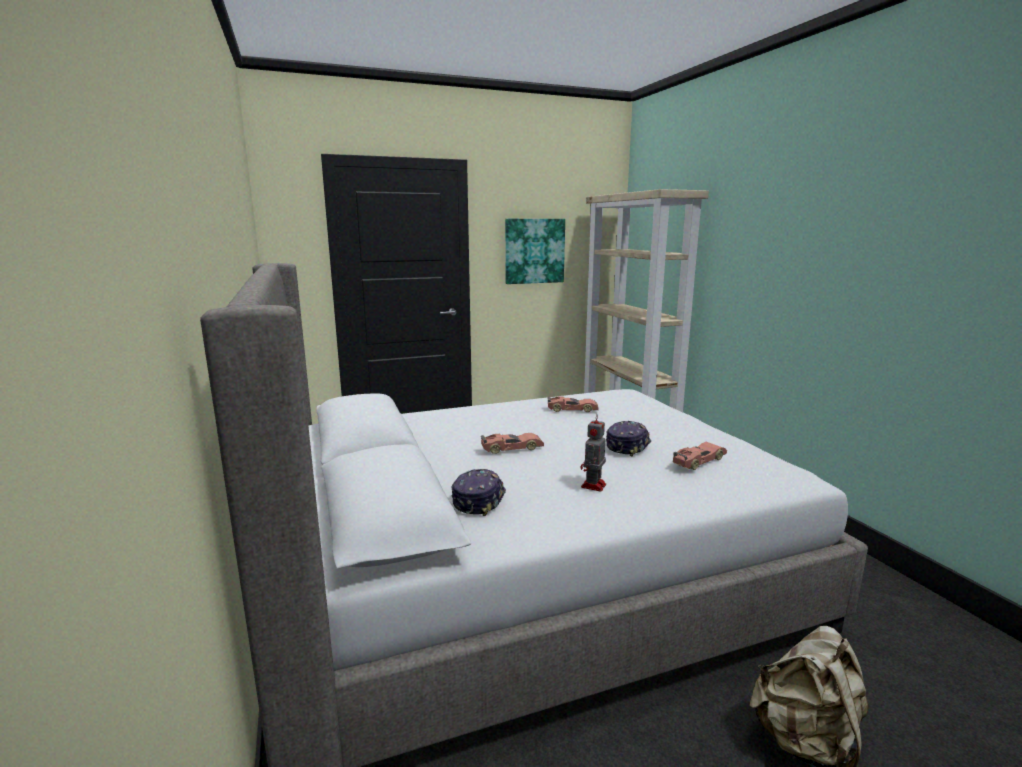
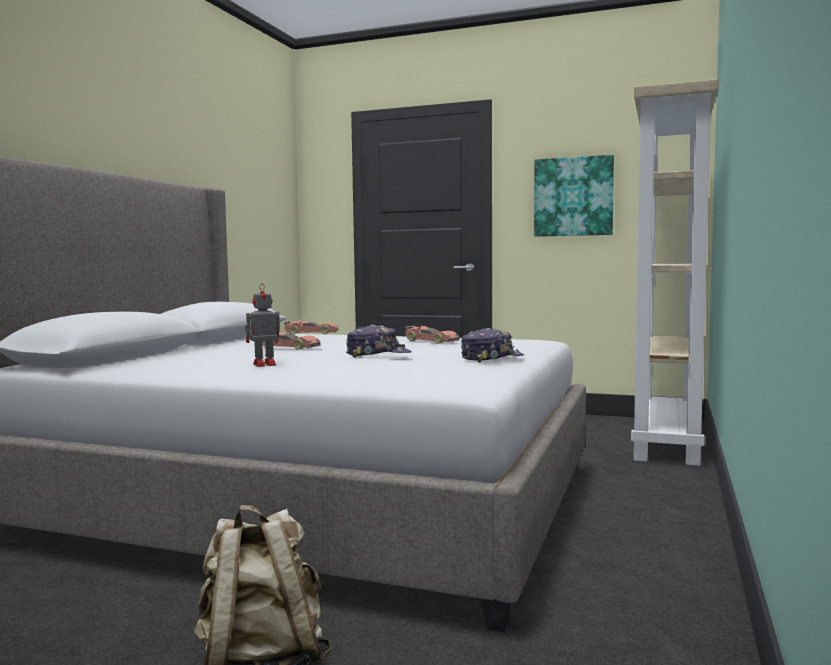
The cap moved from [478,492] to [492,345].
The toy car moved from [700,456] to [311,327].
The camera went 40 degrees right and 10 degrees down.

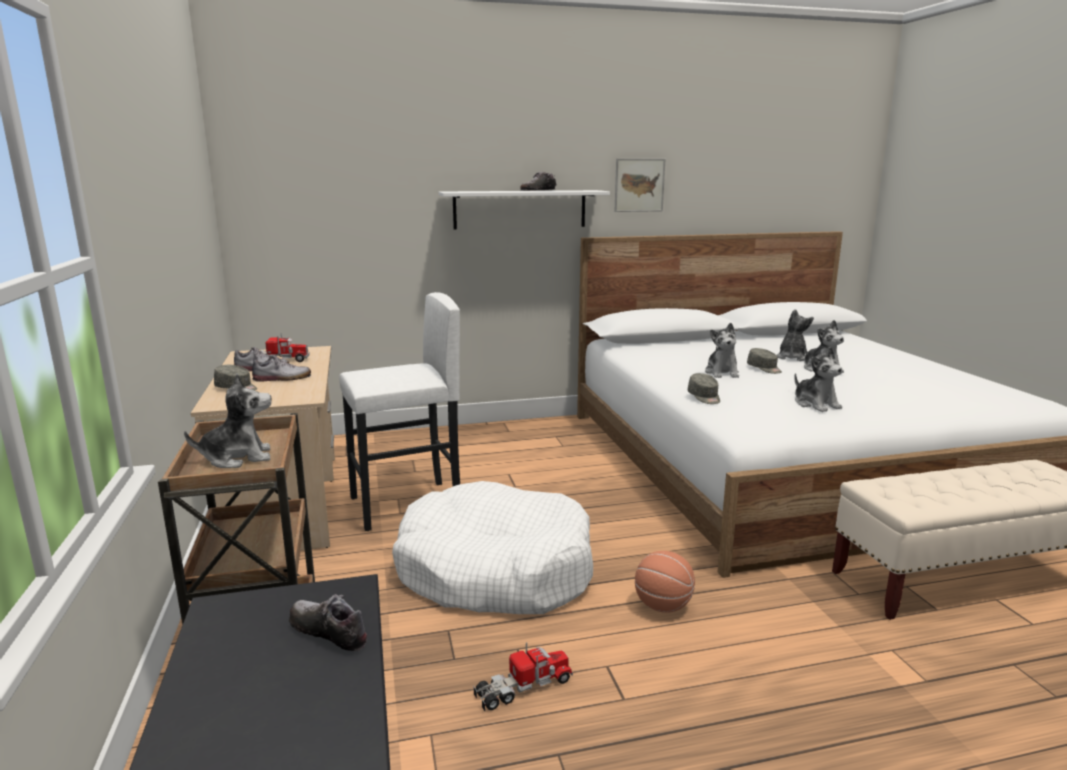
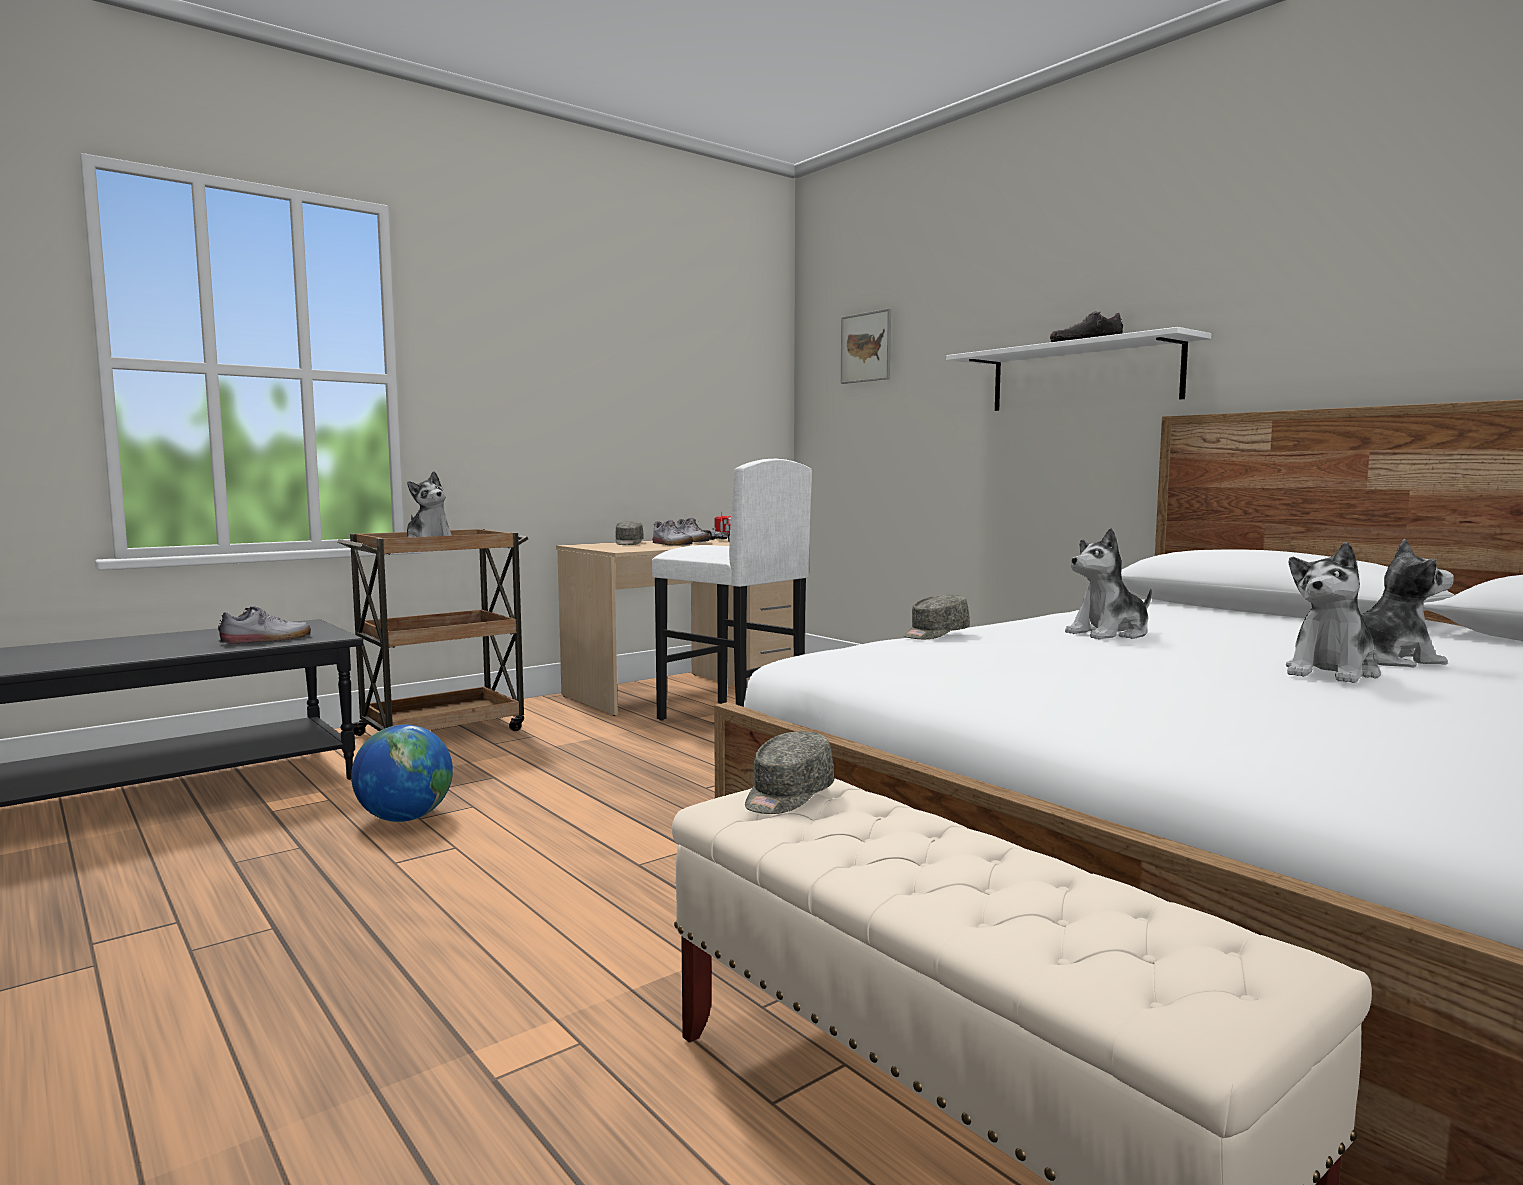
The dog bed (white) at [492,547] disappeared.
The basketball at [665,582] disappeared.
The plush toy at [818,379] disappeared.
The picture moved from [640,185] to [866,346].
The cap (grey) moved from [764,361] to [789,772].
The toy truck at [523,676] was replaced by the globe at [402,773].
The shoe at [328,623] turned 45 degrees clockwise.
The camera went 65 degrees right and 10 degrees down.

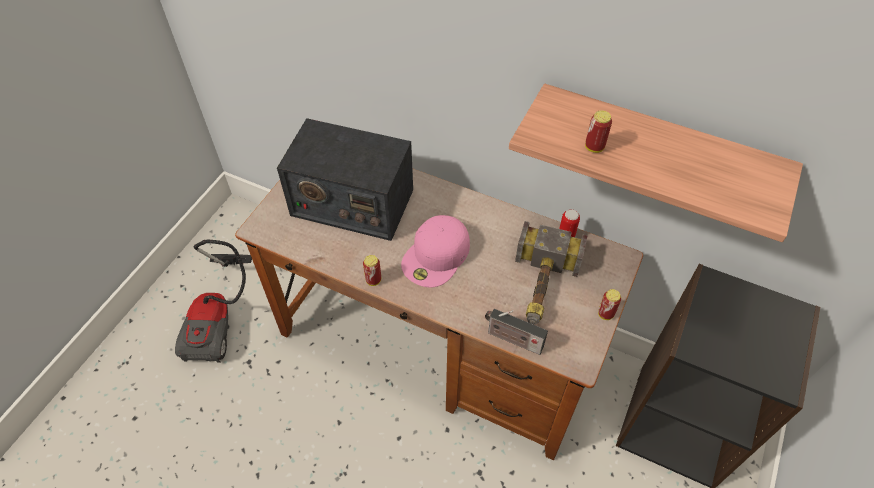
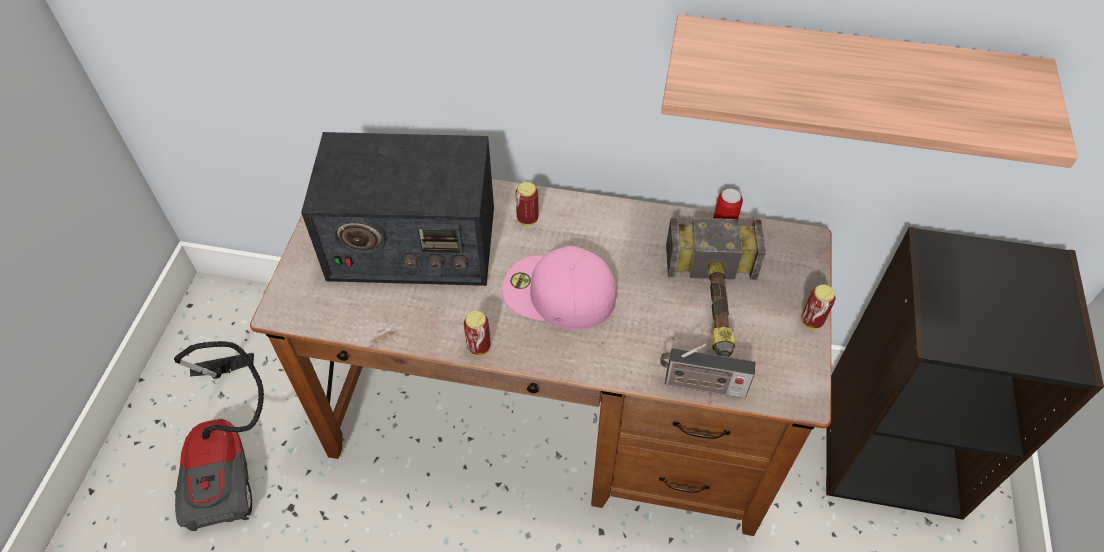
The can moved from [598,131] to [526,204].
The cap (pink) at [435,251] turned 90 degrees clockwise.
The camera went 15 degrees left and 0 degrees up.

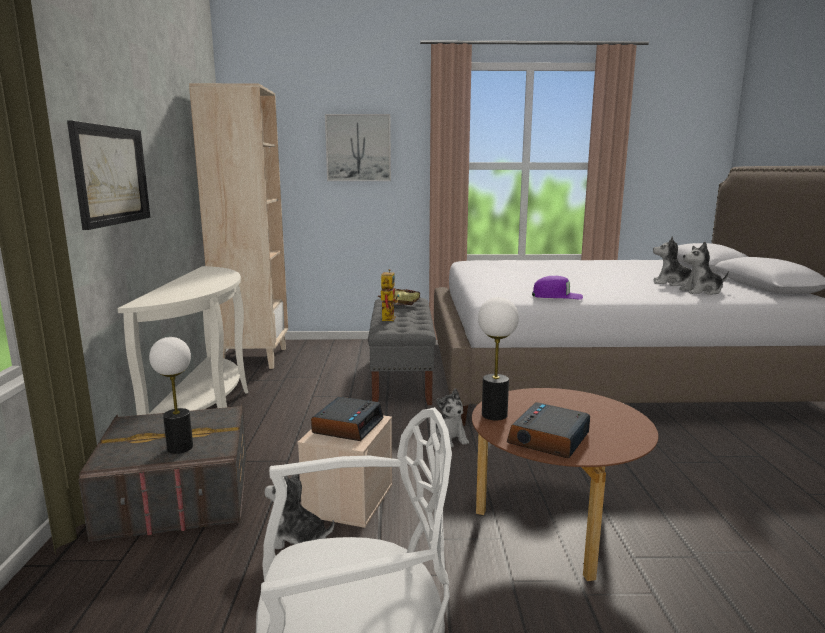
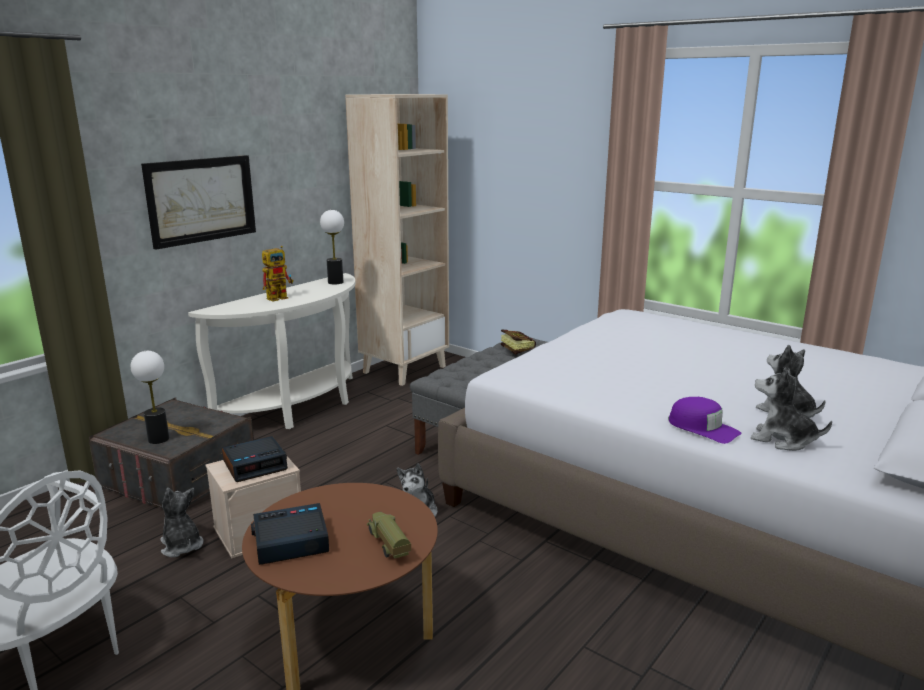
The picture at [358,147] disappeared.
The toy truck at [389,535] appeared.
The toy robot moved from [388,295] to [277,273].
The table lamp moved from [498,358] to [332,247].
The cap (purple) moved from [557,288] to [705,420].
The camera went 40 degrees right and 5 degrees up.

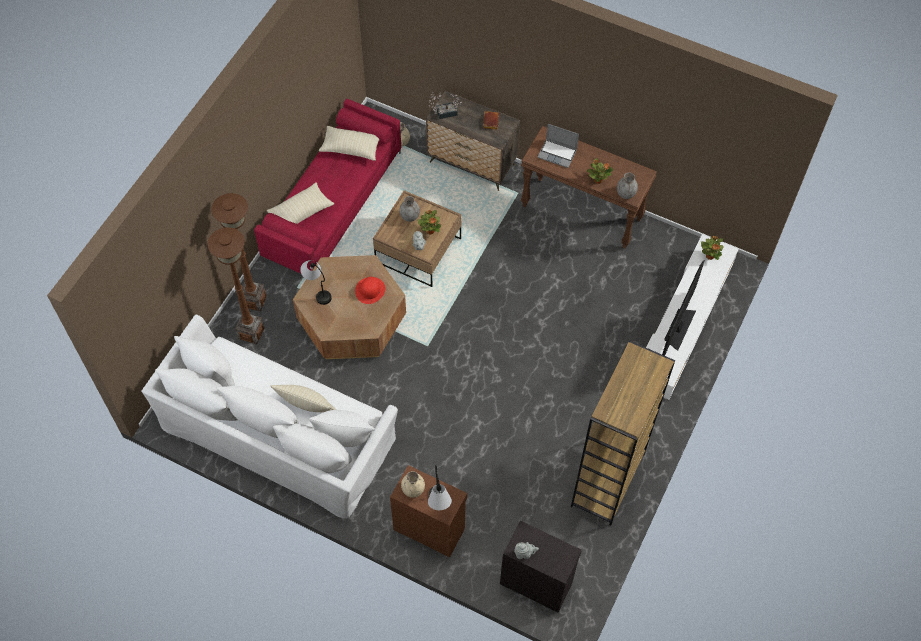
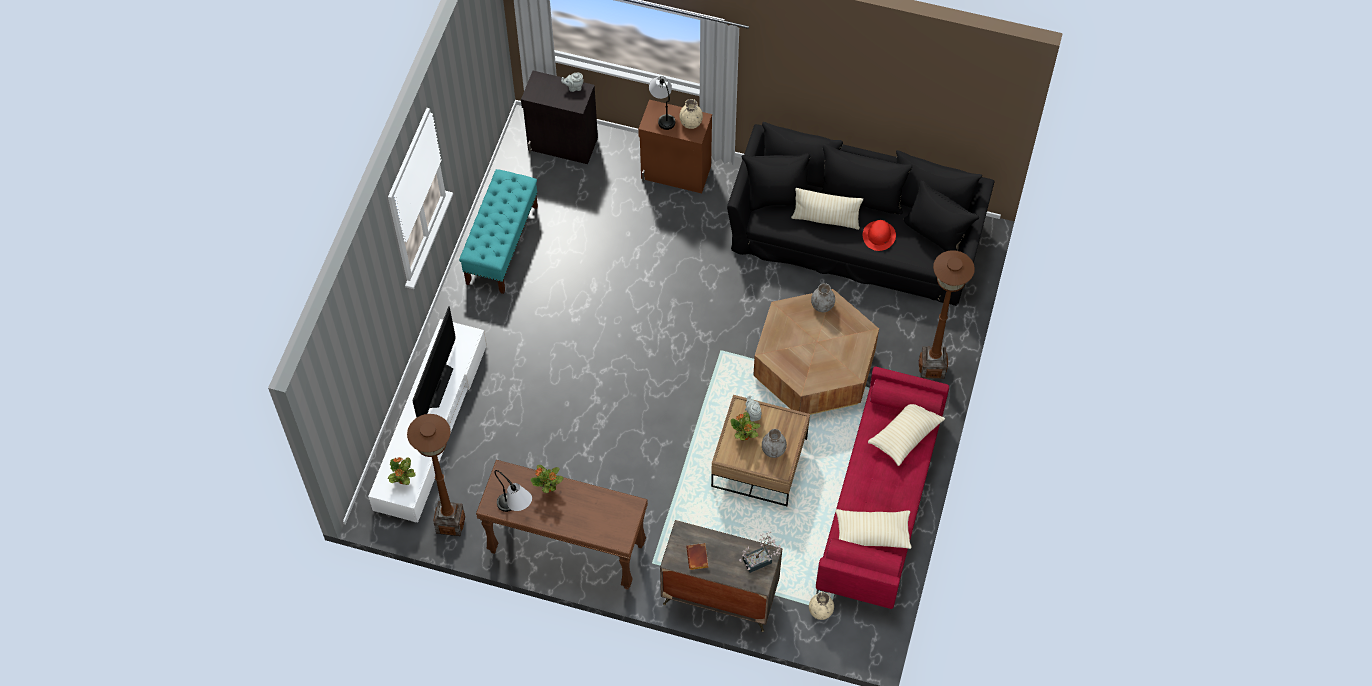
The laptop at [558,146] disappeared.
The floor lamp (brown) moved from [236,286] to [436,475].
The table lamp moved from [316,282] to [513,491].
The hat (red) moved from [370,290] to [879,235].
The vase (grey) moved from [627,185] to [823,297].
The bookcase (brown) at [623,433] was replaced by the bench (turquoise) at [498,231].
The sofa (white) at [269,416] became the sofa (black) at [861,214].
The camera went 170 degrees right and 0 degrees up.

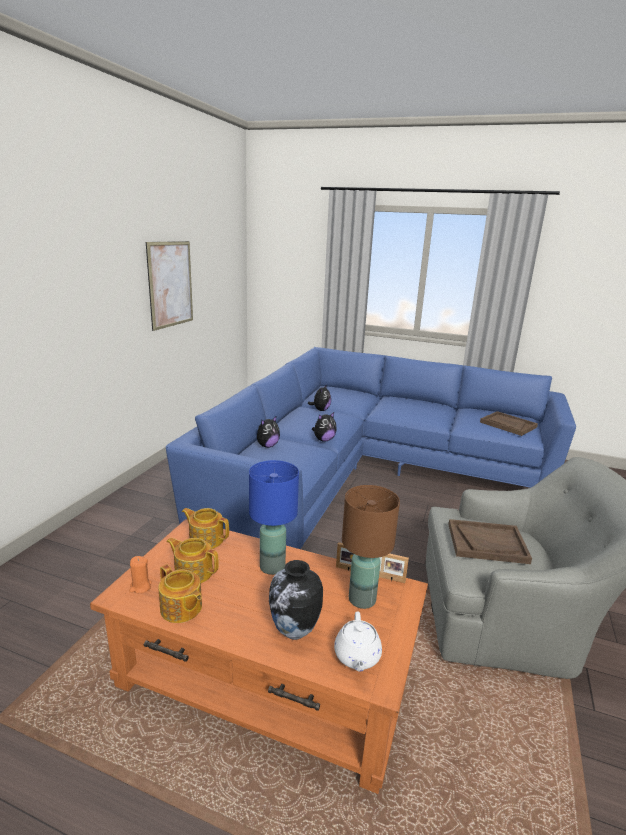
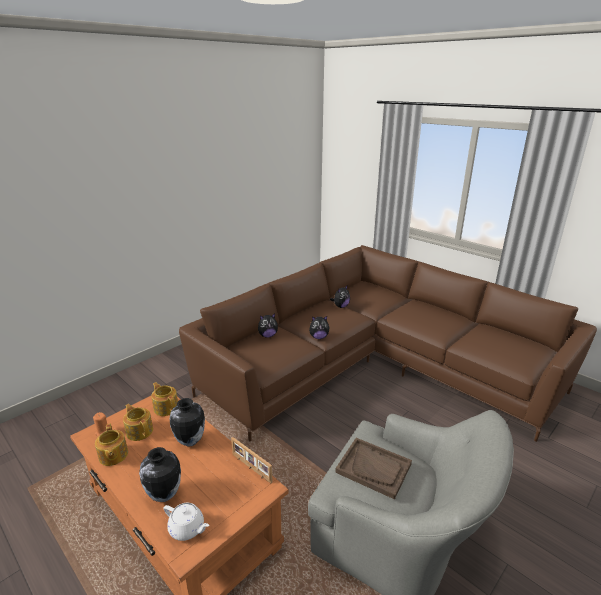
The picture at [169,286] disappeared.
The table lamp (brown) at [371,547] disappeared.
The tray (brown) at [509,423] disappeared.
The table lamp (blue) at [274,517] was replaced by the vase at [187,422].
The sofa (blue) at [371,448] became the sofa (brown) at [388,343].
The teapot (white) at [358,641] turned 90 degrees counterclockwise.
The camera went 25 degrees right and 5 degrees up.

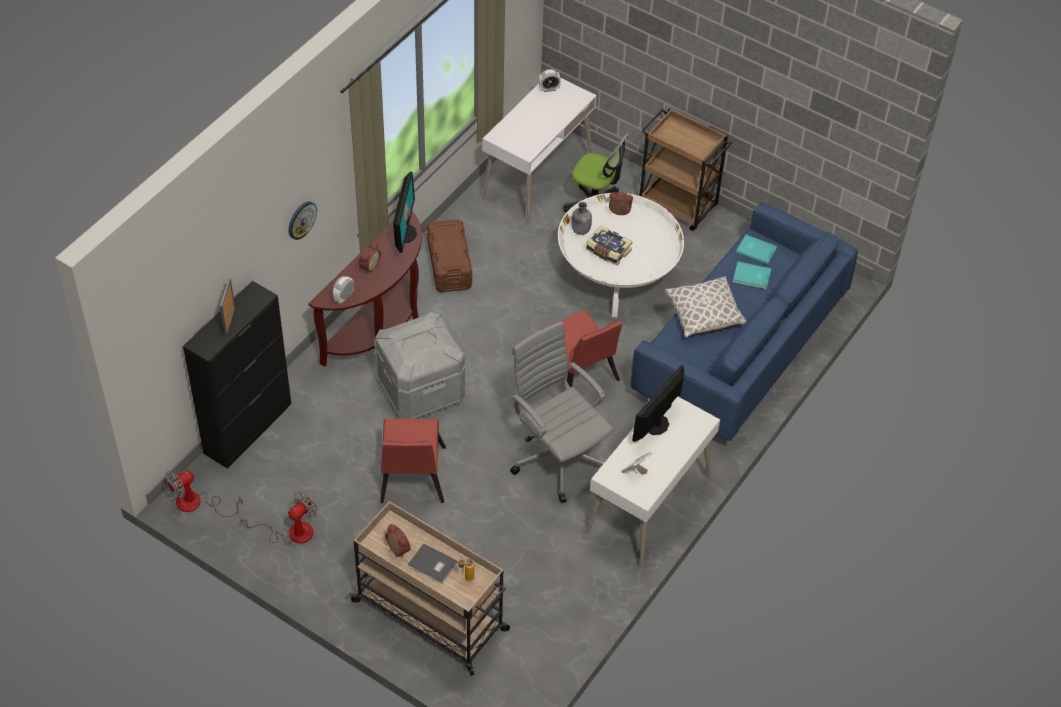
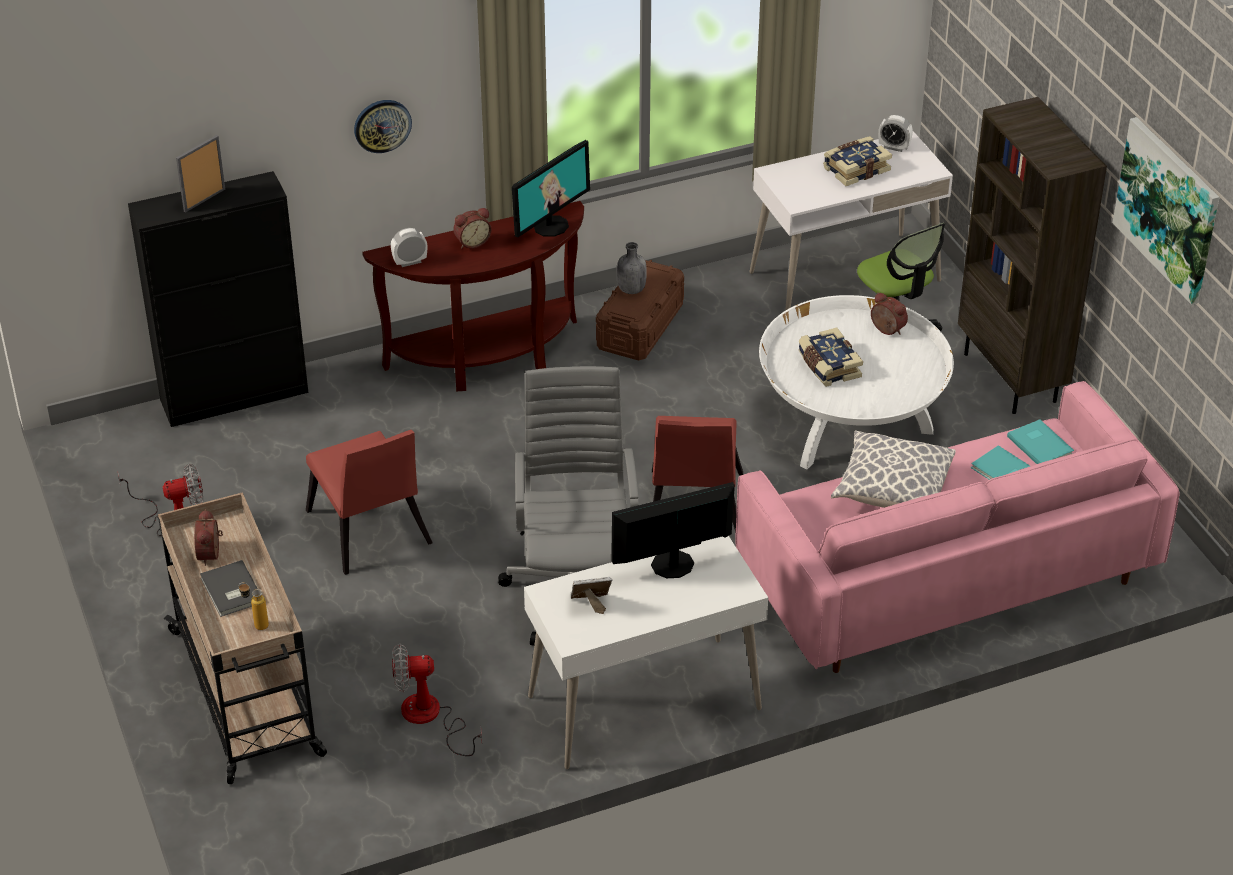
The storage box (grey) at [419,365] disappeared.
The book at [857,161] appeared.
The picture at [1166,211] appeared.
The fan moved from [204,493] to [437,700].
The bottle (grey) moved from [582,218] to [632,268].
The cart (brown) at [686,169] was replaced by the bookcase (brown) at [1032,255].
The sofa (blue) at [744,321] became the sofa (pink) at [957,527].
The chair (red) at [413,461] turned 60 degrees counterclockwise.
The camera went 35 degrees right and 10 degrees down.

